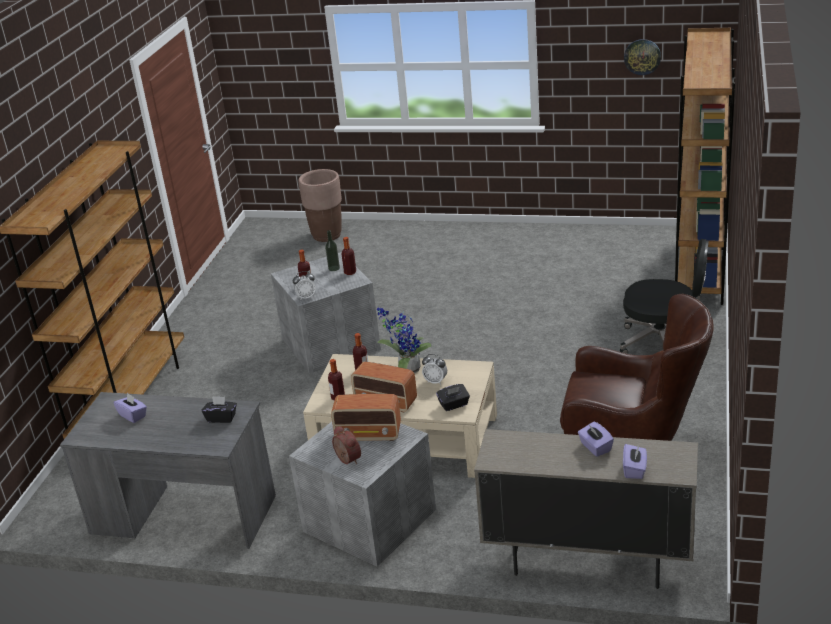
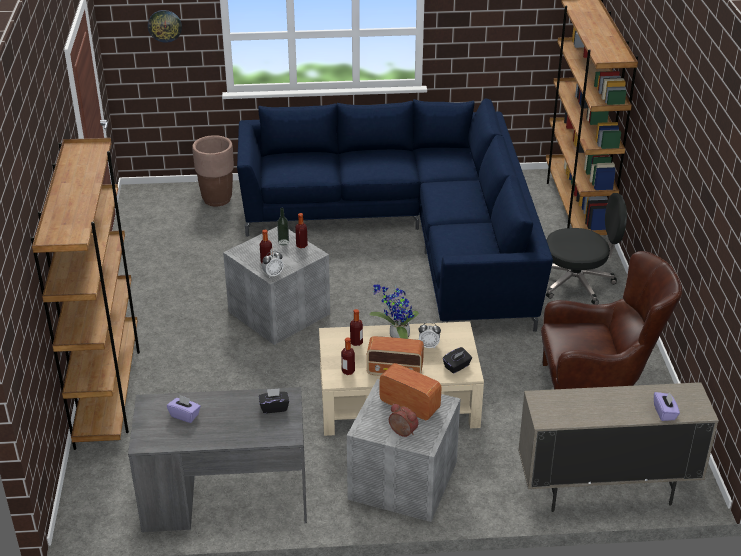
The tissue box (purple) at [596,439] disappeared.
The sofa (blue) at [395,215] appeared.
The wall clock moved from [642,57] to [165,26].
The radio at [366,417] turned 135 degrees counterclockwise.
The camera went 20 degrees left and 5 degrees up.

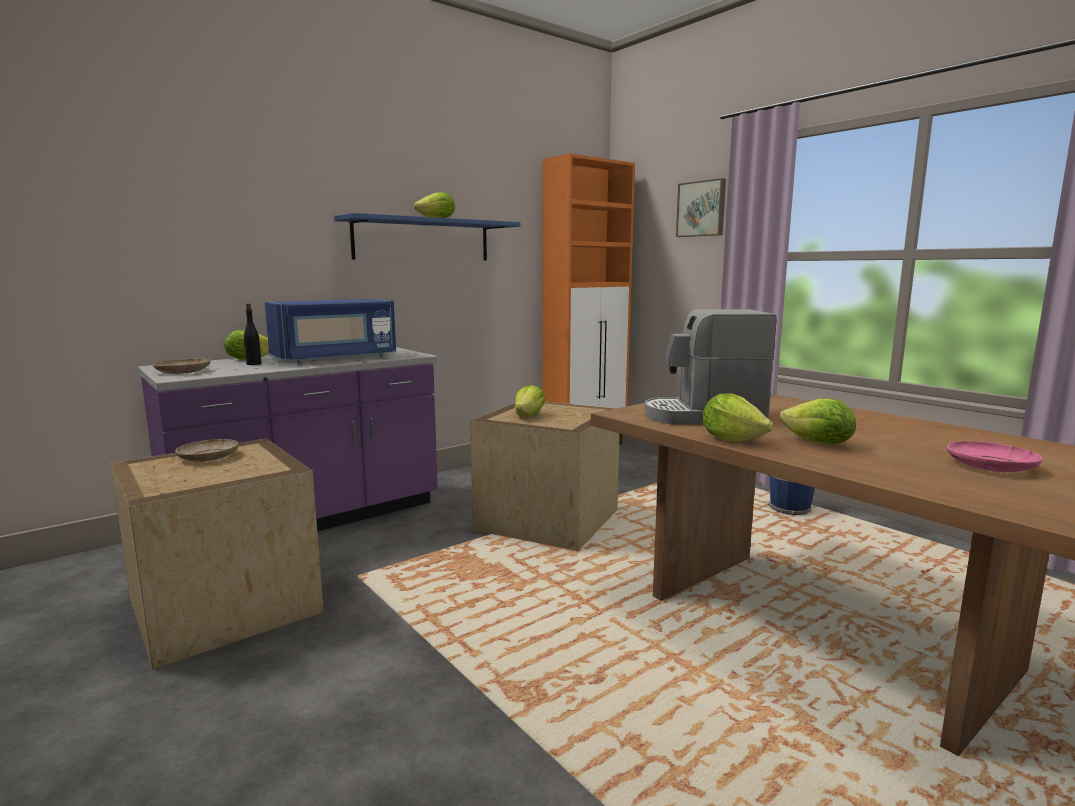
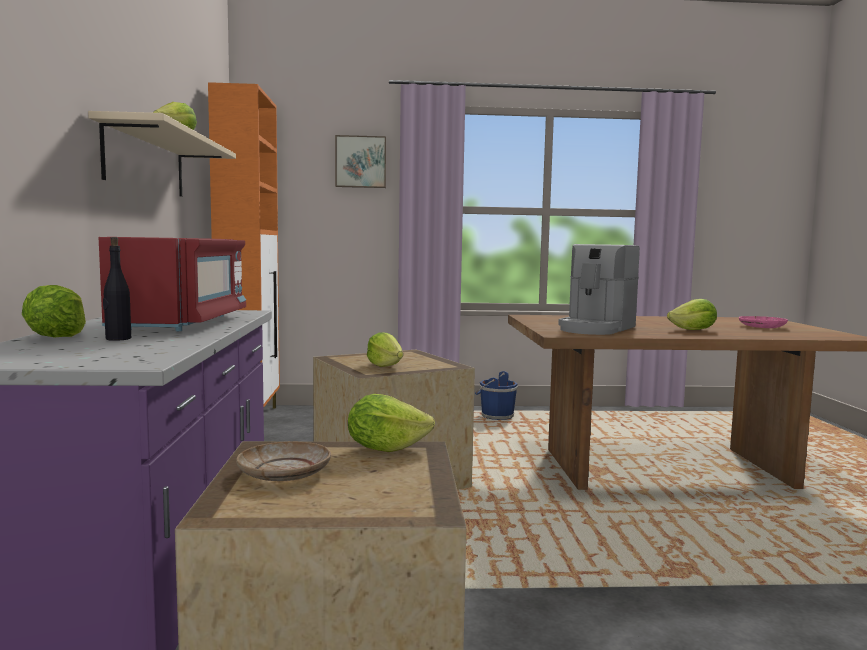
The plate (beige) at [181,366] disappeared.
The lettuce moved from [738,418] to [391,423].
The microwave (blue) at [330,331] became the microwave (red) at [172,284].
The shelf (blue) at [427,237] became the shelf (beige) at [162,154].
The camera went 55 degrees left and 5 degrees down.

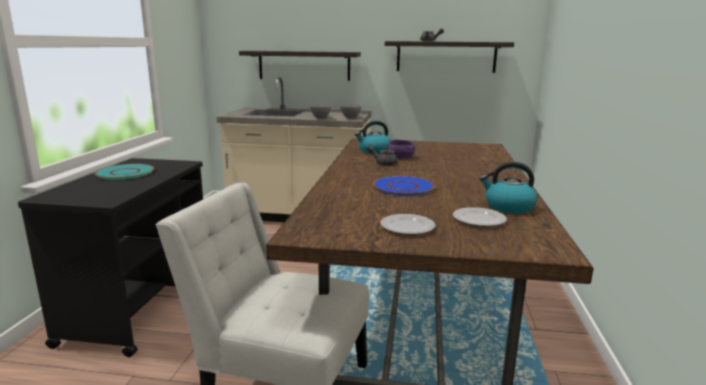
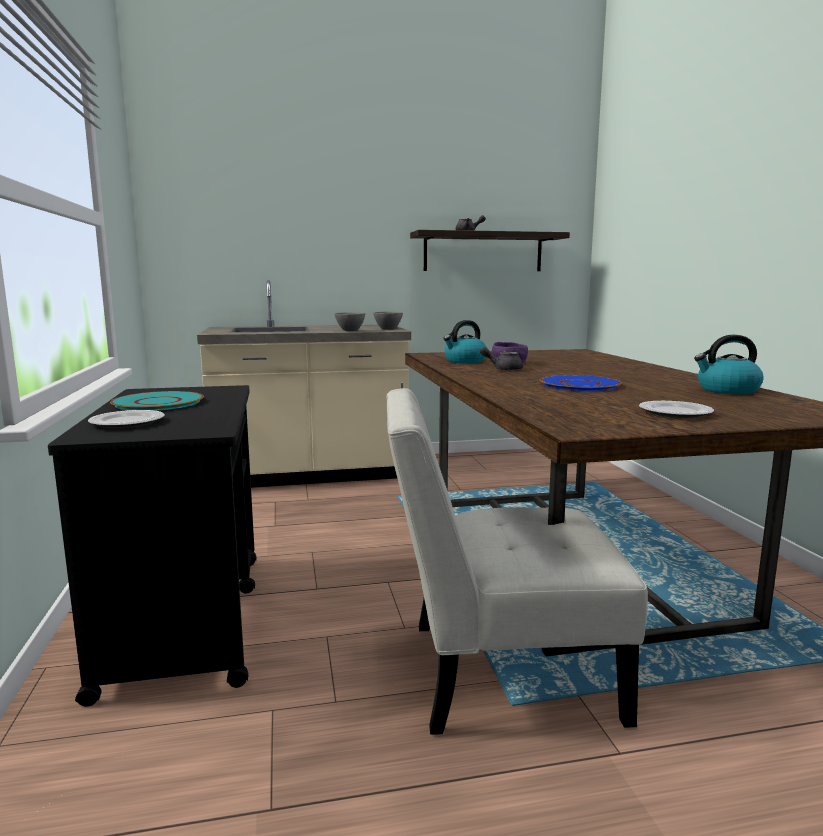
The shelf at [300,66] disappeared.
The plate moved from [480,217] to [126,419].
The camera went 20 degrees left and 5 degrees down.

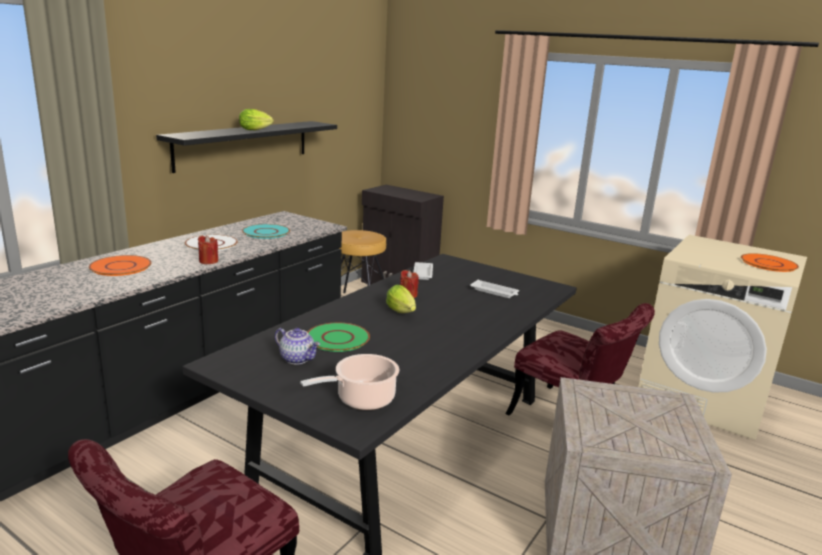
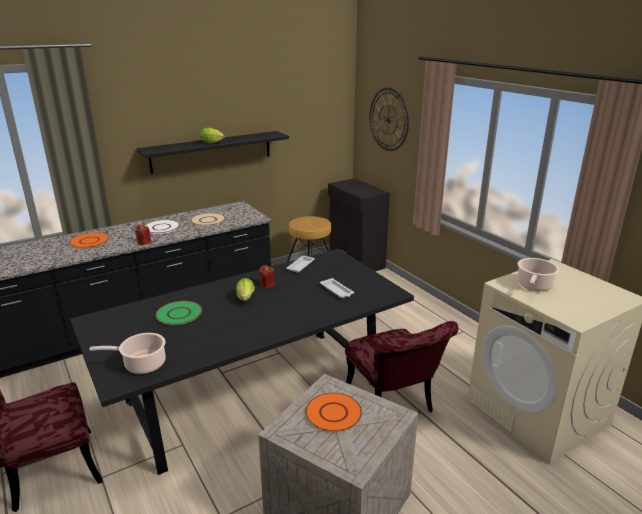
The teapot at [297,346] disappeared.
The wall clock at [389,119] appeared.
The cooking pot at [538,274] appeared.
The plate (orange) moved from [770,262] to [333,412].
The plate (turquoise) at [266,231] became the plate (beige) at [207,219].
The camera went 25 degrees right and 5 degrees up.

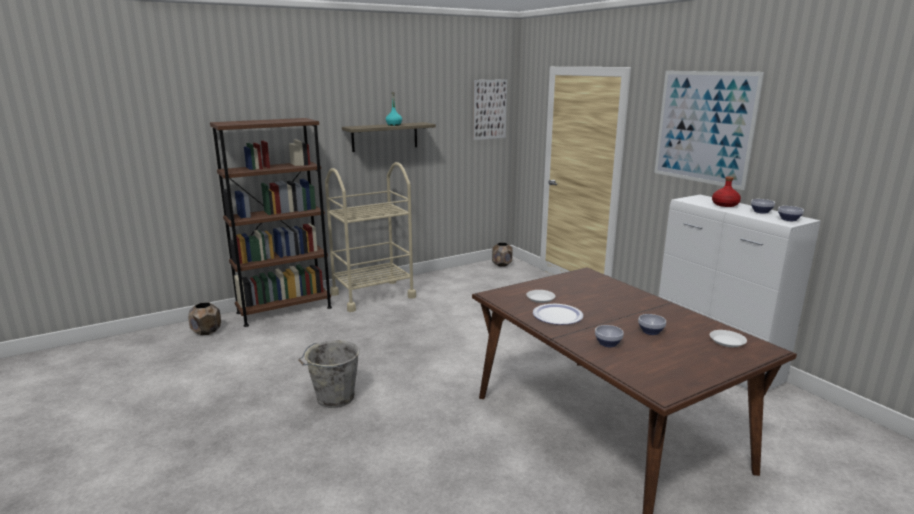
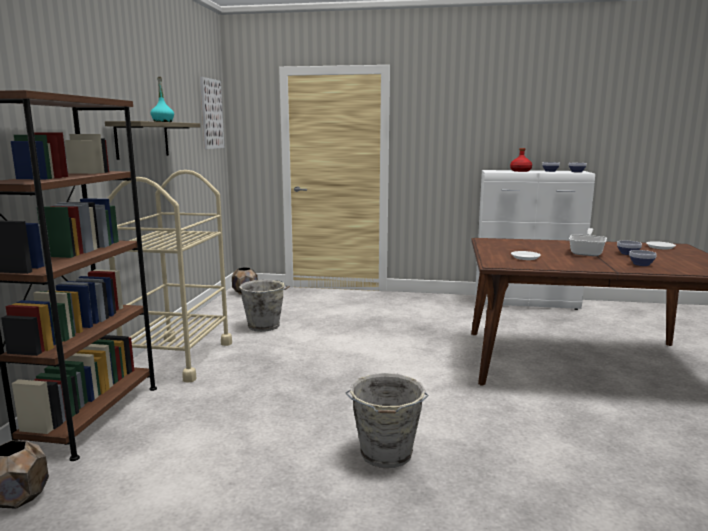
The plate at [558,314] disappeared.
The picture at [709,130] disappeared.
The bucket (grey) at [264,306] appeared.
The frying pan at [588,242] appeared.
The camera went 50 degrees left and 5 degrees down.

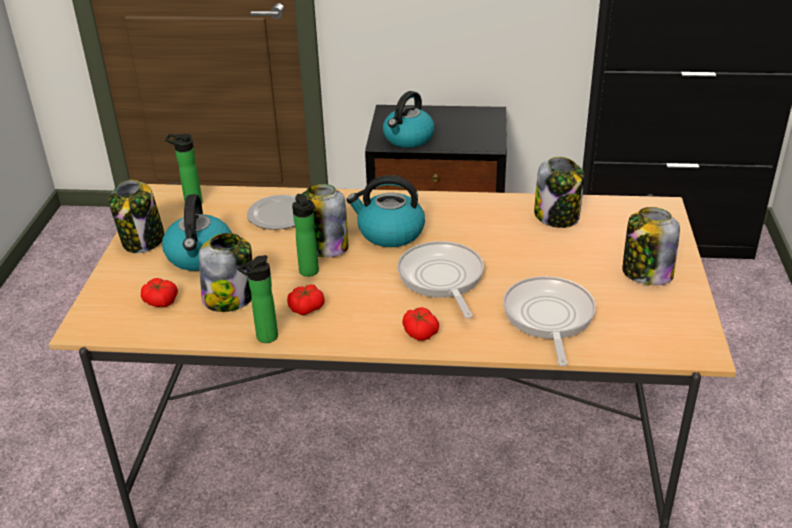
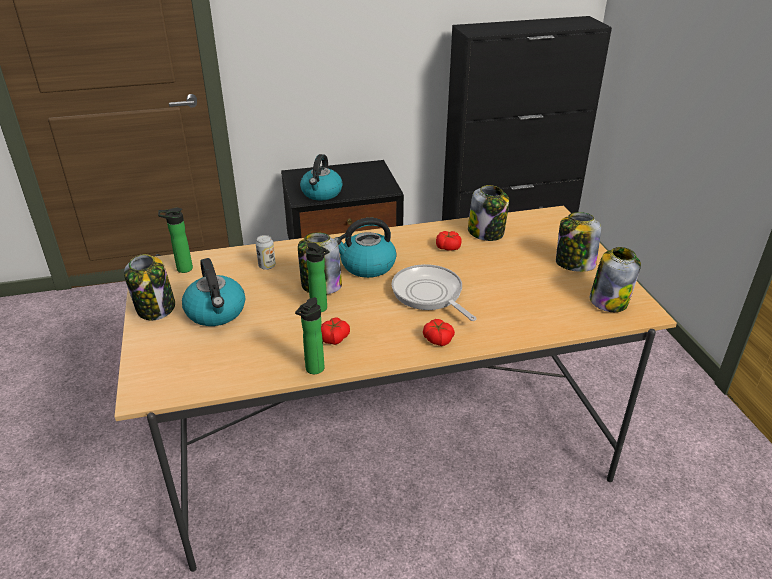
The frying pan at [549,321] disappeared.
The tomato moved from [159,292] to [449,241].
The jar moved from [225,272] to [615,279].
The plate at [271,212] was replaced by the can at [266,252].
The camera went 20 degrees left and 0 degrees up.

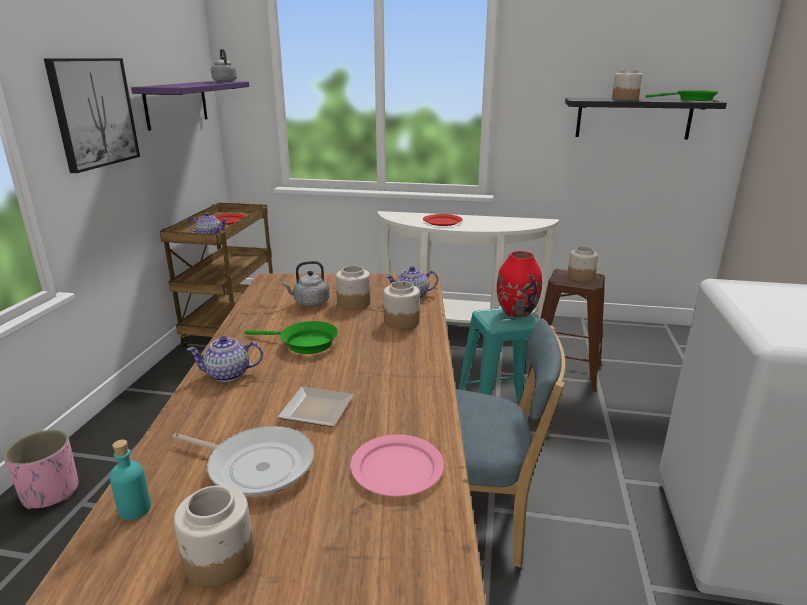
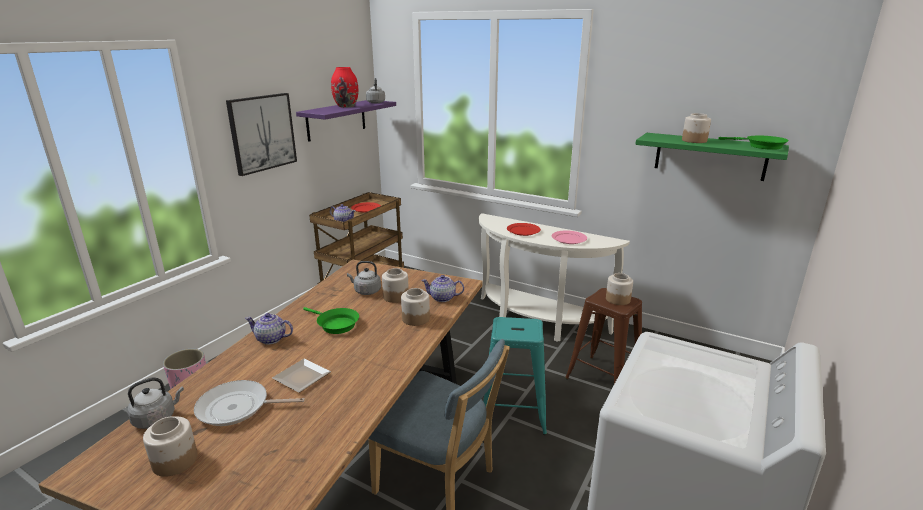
The plate (pink) moved from [397,465] to [569,237].
The vase (red) moved from [519,284] to [345,87].
The bottle (turquoise) at [130,480] was replaced by the kettle (grey) at [155,403].
The shelf (black) at [646,118] became the shelf (green) at [712,157].
The frying pan at [243,461] turned 135 degrees clockwise.
The camera went 20 degrees right and 0 degrees up.

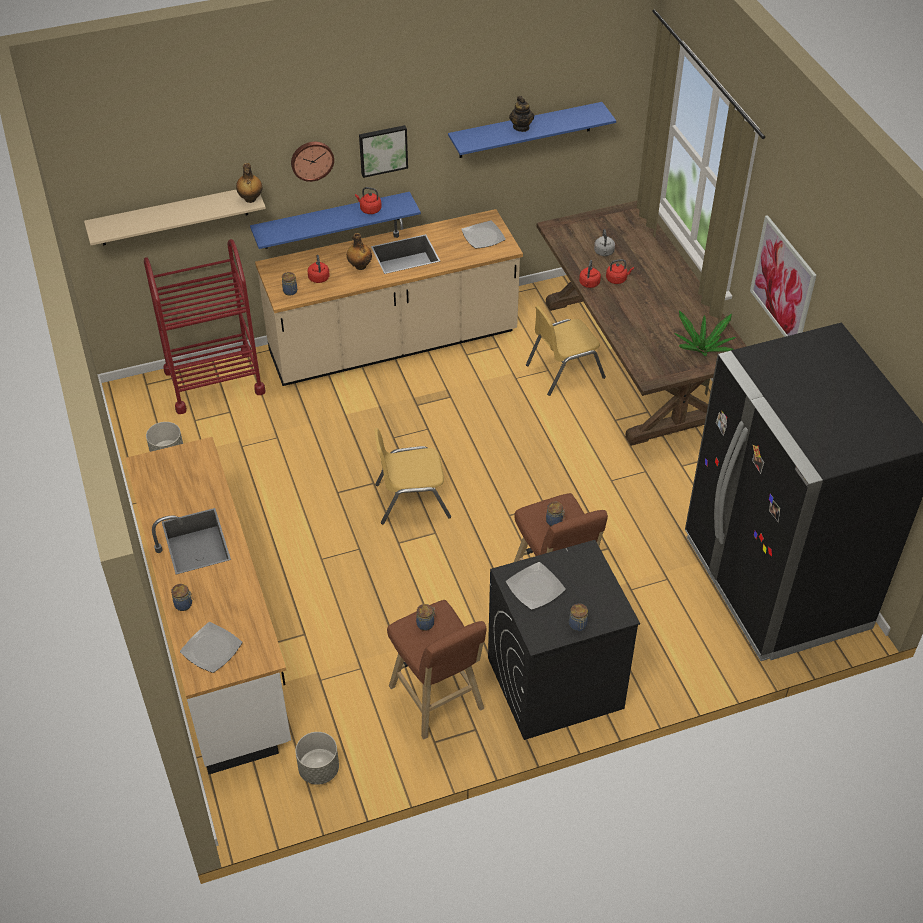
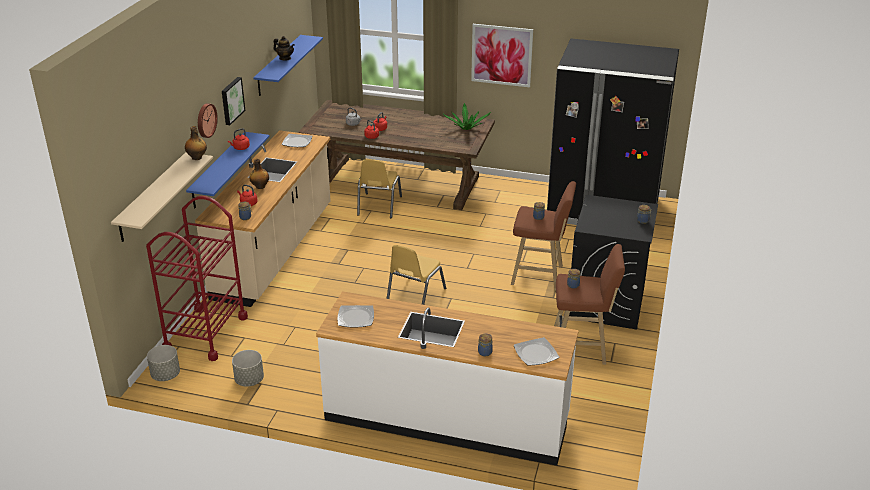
The planter (grey) moved from [317,758] to [163,363].
The plate moved from [536,586] to [356,316].
The camera went 55 degrees left and 15 degrees down.

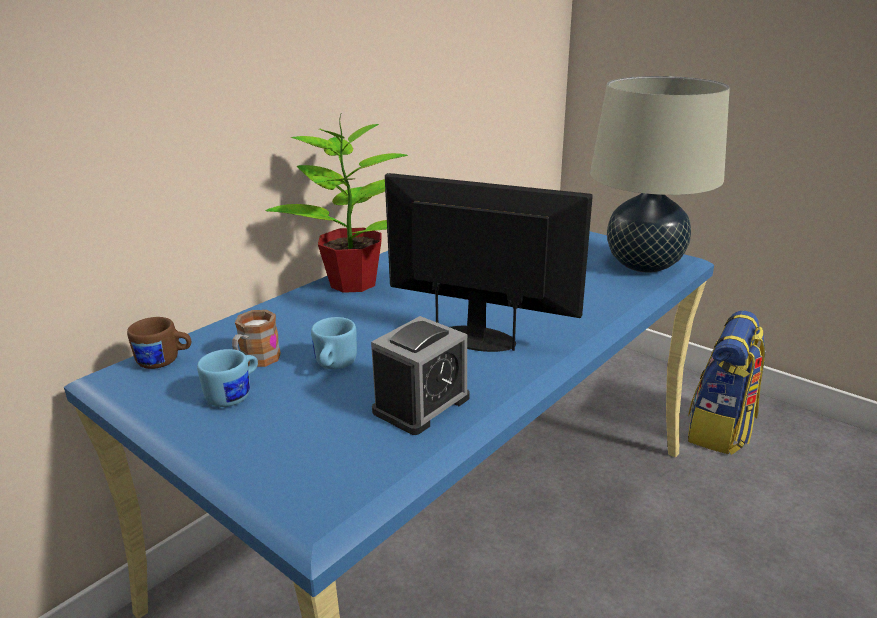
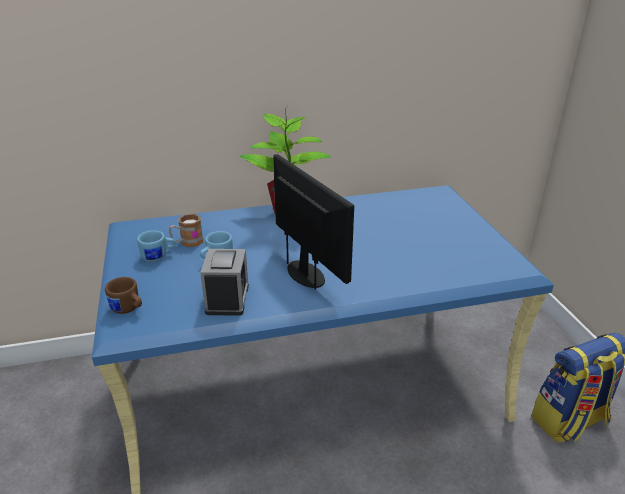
The table lamp (beige) at [660,174] disappeared.
The mug (brown) moved from [159,343] to [123,295].
The alarm clock at [420,375] turned 75 degrees counterclockwise.
The camera went 35 degrees right and 5 degrees up.

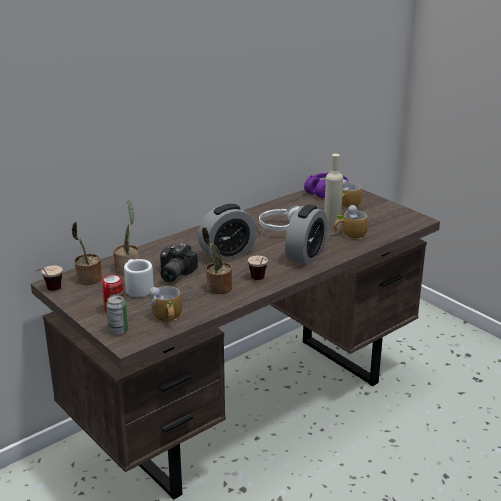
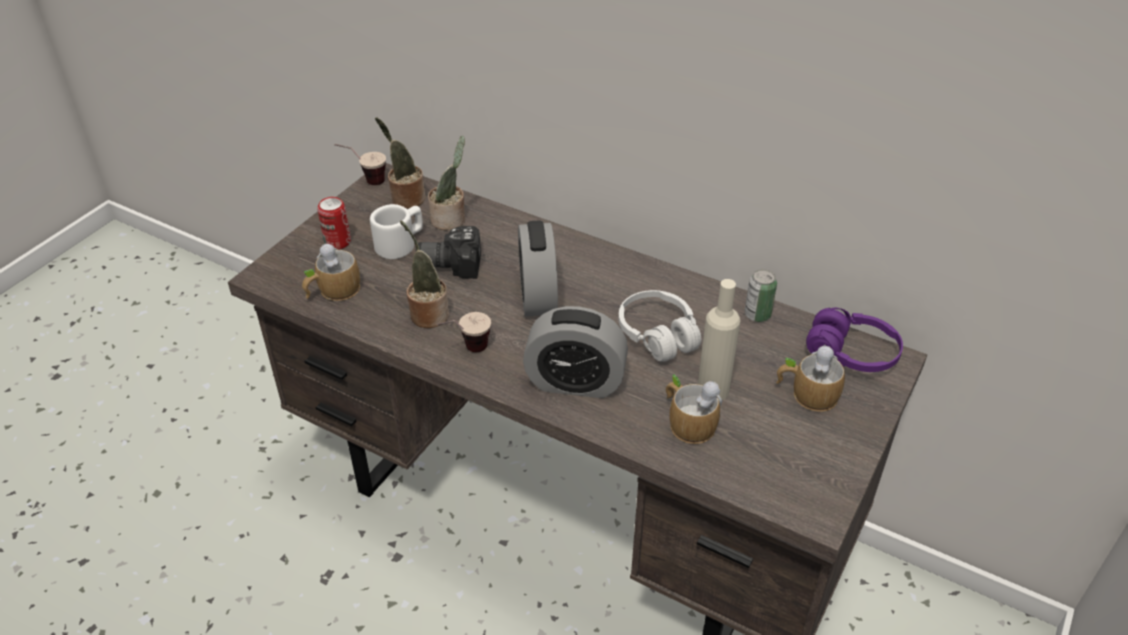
The can moved from [117,315] to [761,295].
The alarm clock at [227,232] turned 45 degrees clockwise.
The camera went 70 degrees right and 15 degrees up.

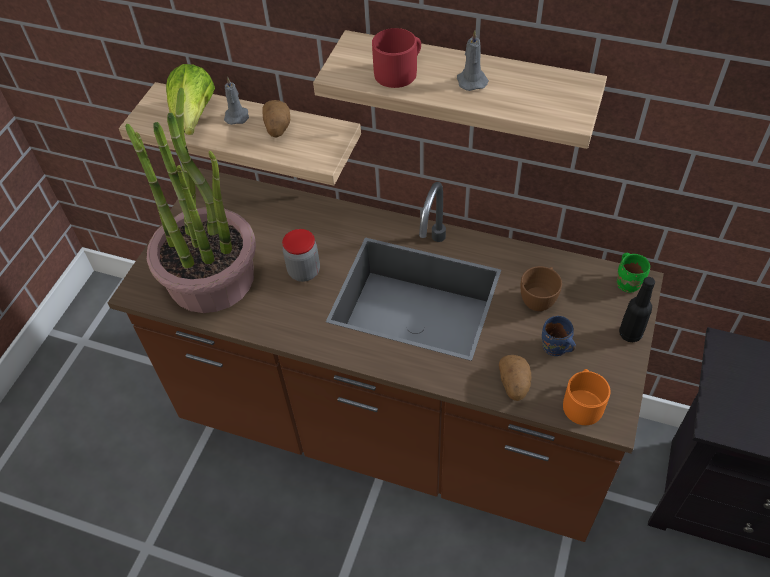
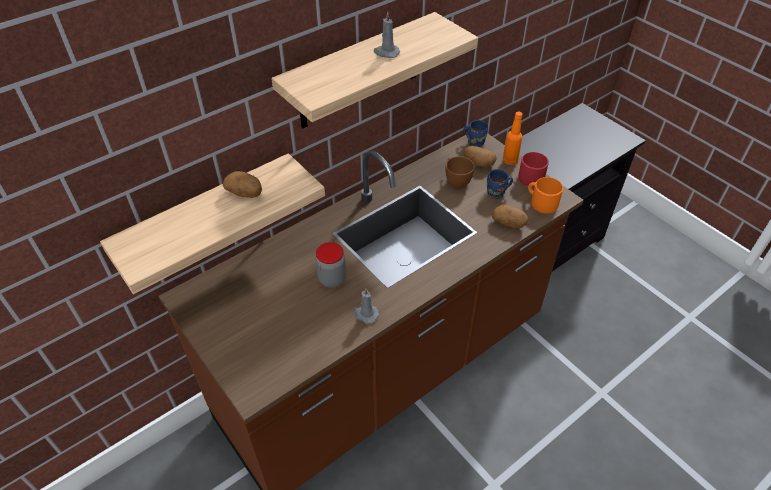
The potted plant at [190,200] disappeared.
The lettuce at [190,99] disappeared.
The potato at [480,156] appeared.
The candle (grey) moved from [236,101] to [366,306].
The mug (red) moved from [396,58] to [533,169].
The mug (green) at [633,273] became the mug (blue) at [475,133].
The bottle (black) at [637,309] became the bottle (orange) at [513,138].
The camera went 60 degrees left and 5 degrees down.

